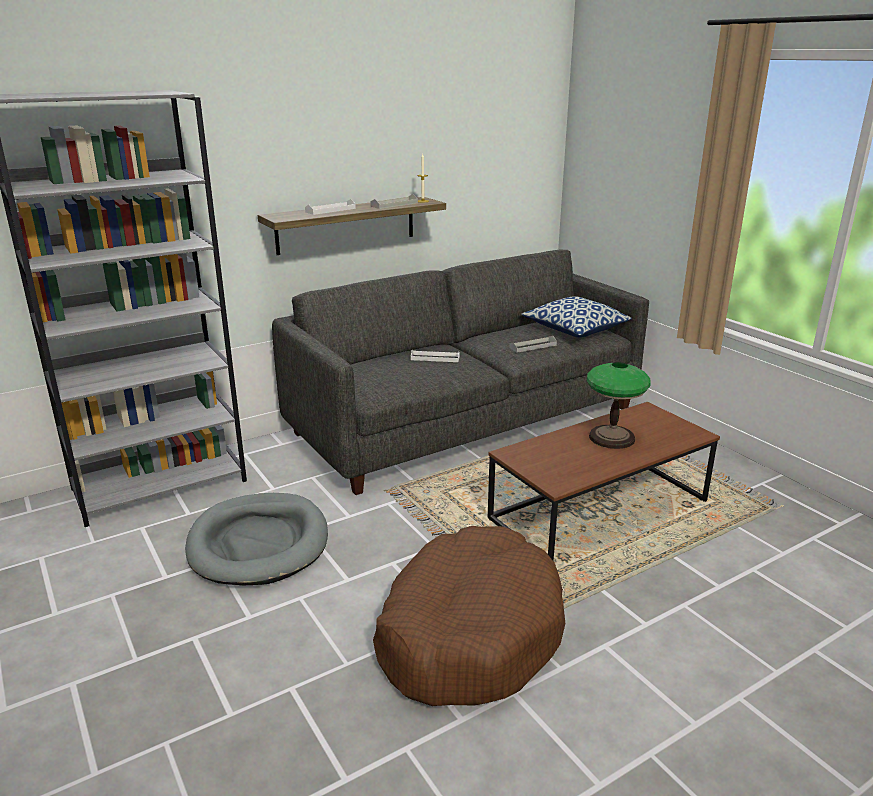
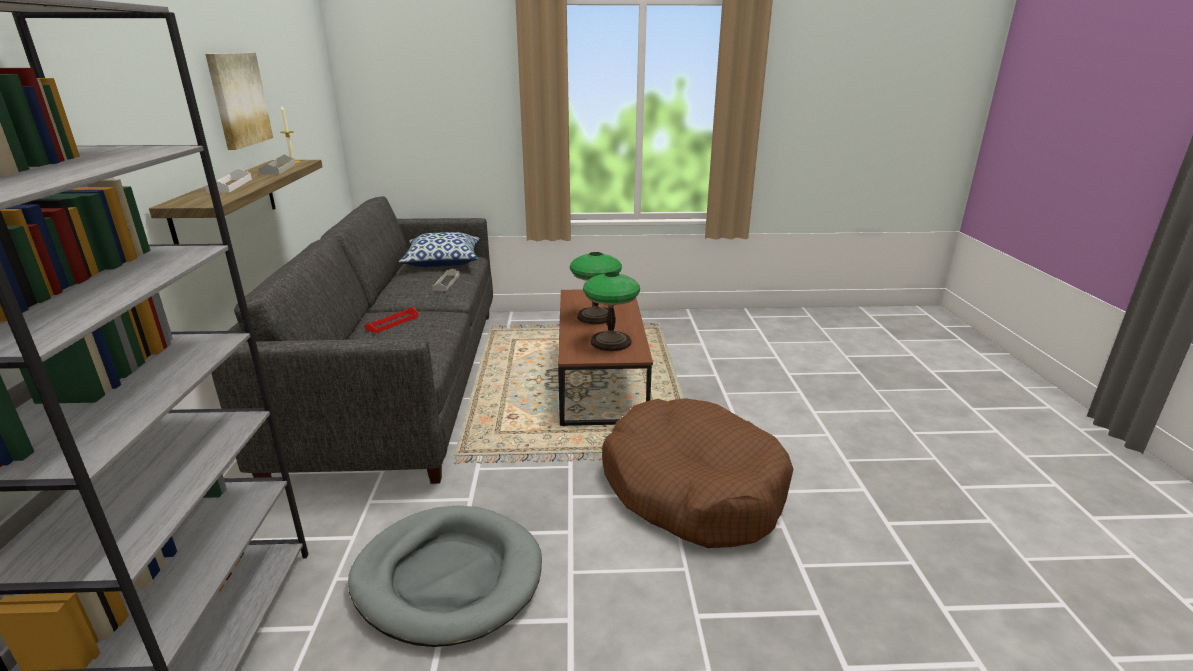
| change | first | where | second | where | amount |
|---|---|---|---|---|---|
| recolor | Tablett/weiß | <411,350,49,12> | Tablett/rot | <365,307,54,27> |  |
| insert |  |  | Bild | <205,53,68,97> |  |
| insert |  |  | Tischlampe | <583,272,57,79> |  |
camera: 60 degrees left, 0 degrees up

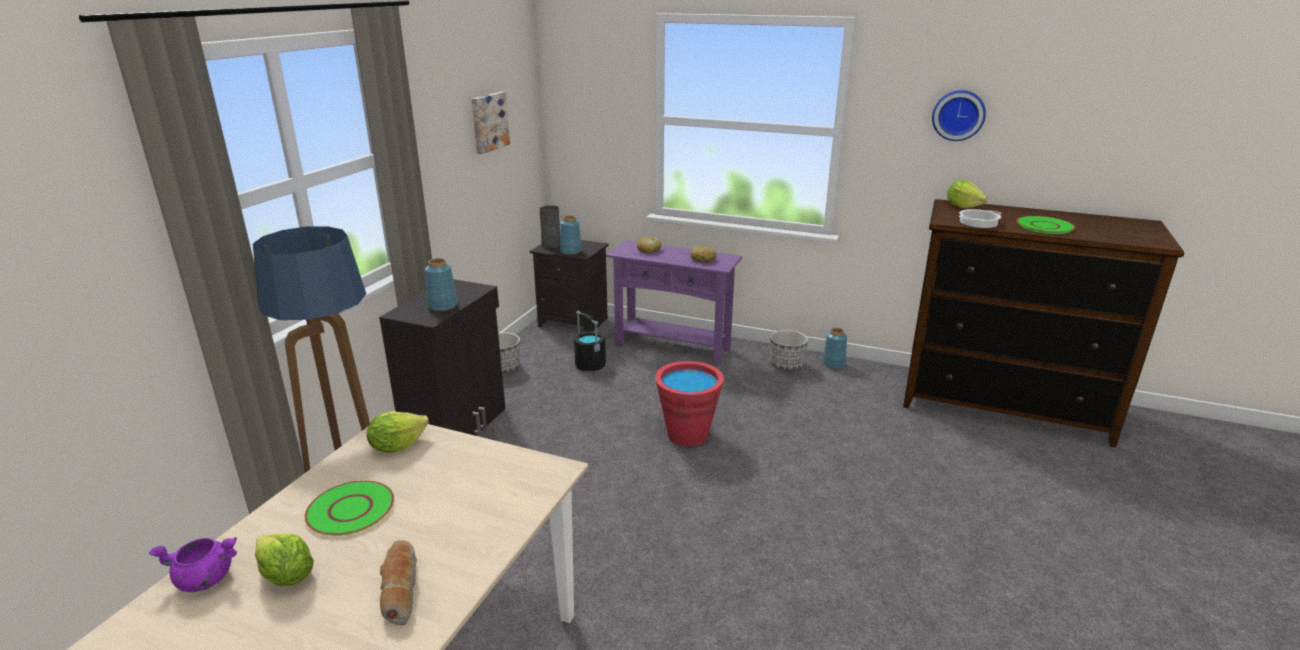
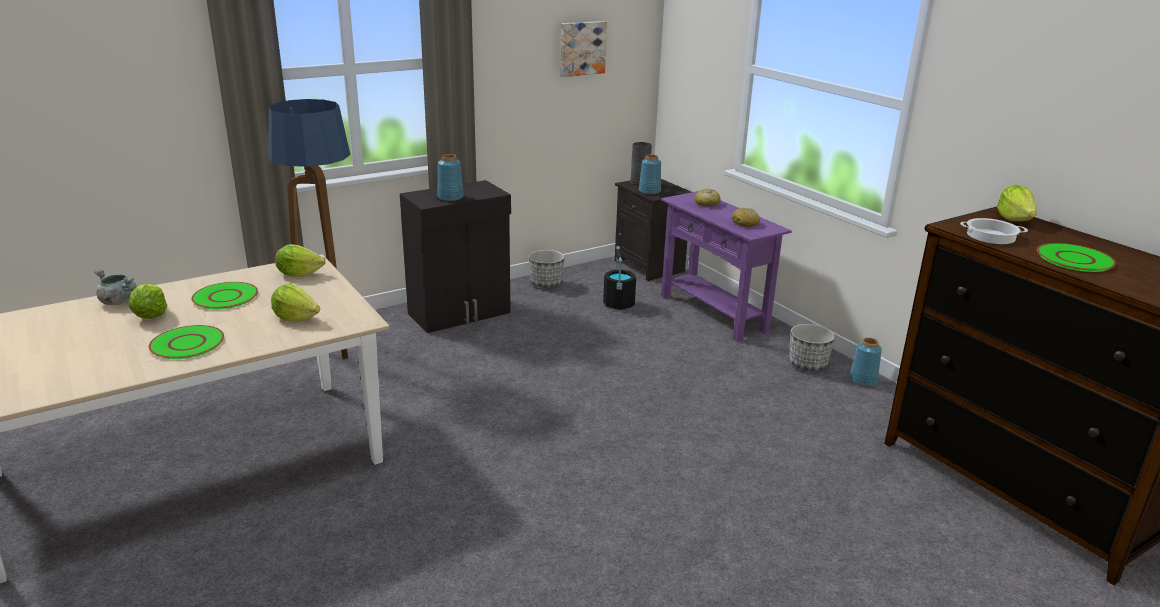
| change | first | where | second | where | amount |
|---|---|---|---|---|---|
| recolor | Kochtopf/lila | <149,537,88,55> | Kochtopf/grau | <94,269,43,36> |  |
| replace | Brot | <380,540,37,85> | Teller/grün | <149,325,75,34> |  |
| delete | Eimer/rot | <655,361,69,85> |  |  |  |
| delete | Wanduhr | <932,90,54,51> |  |  |  |
| insert |  |  | Salatkopf | <271,284,49,38> |  |
camera: 35 degrees right, 0 degrees up

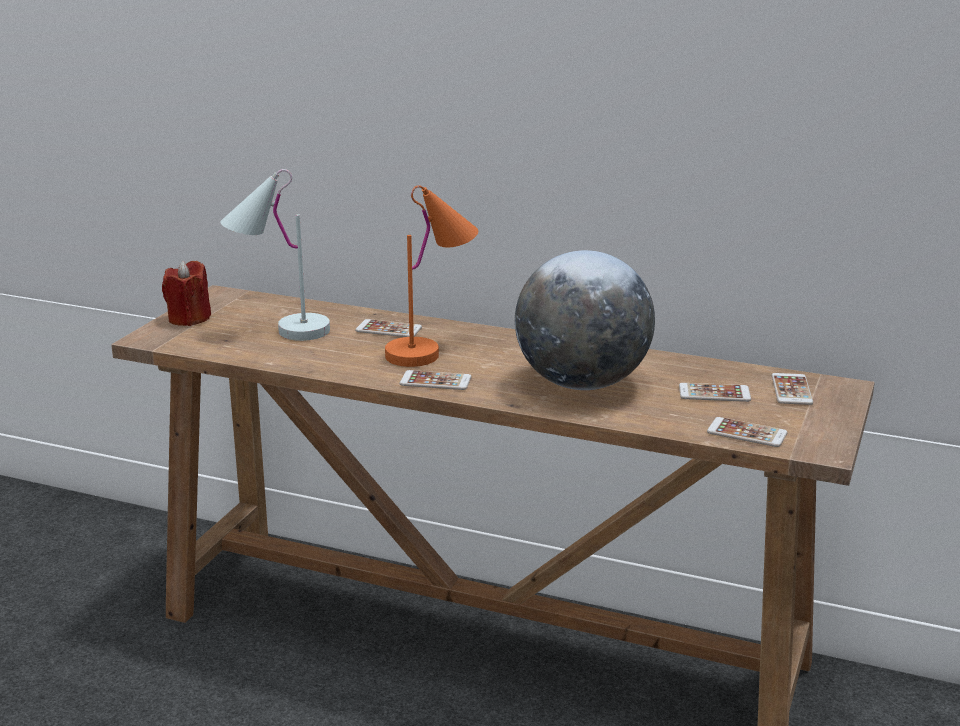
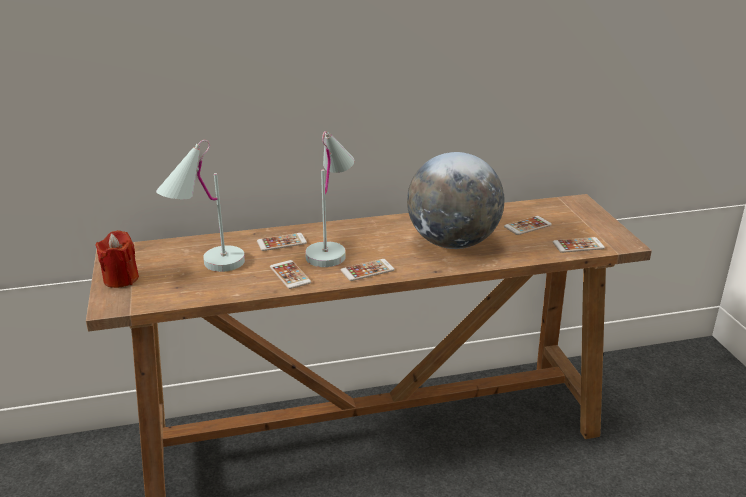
| change | first | where | second | where | amount |
|---|---|---|---|---|---|
| recolor | Tischlampe/orange | <385,185,93,182> | Tischlampe/weiß | <305,131,49,136> |  |
| move | Handy | <772,373,41,32> |  | <270,260,41,29> |  |
camera: 35 degrees left, 5 degrees up

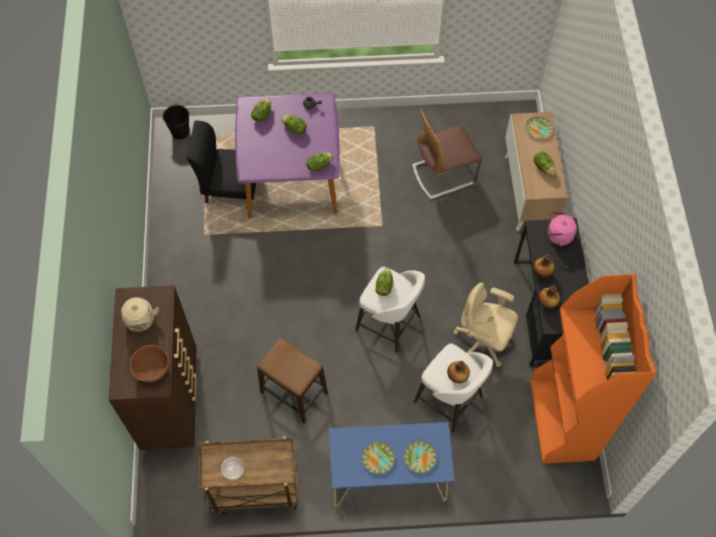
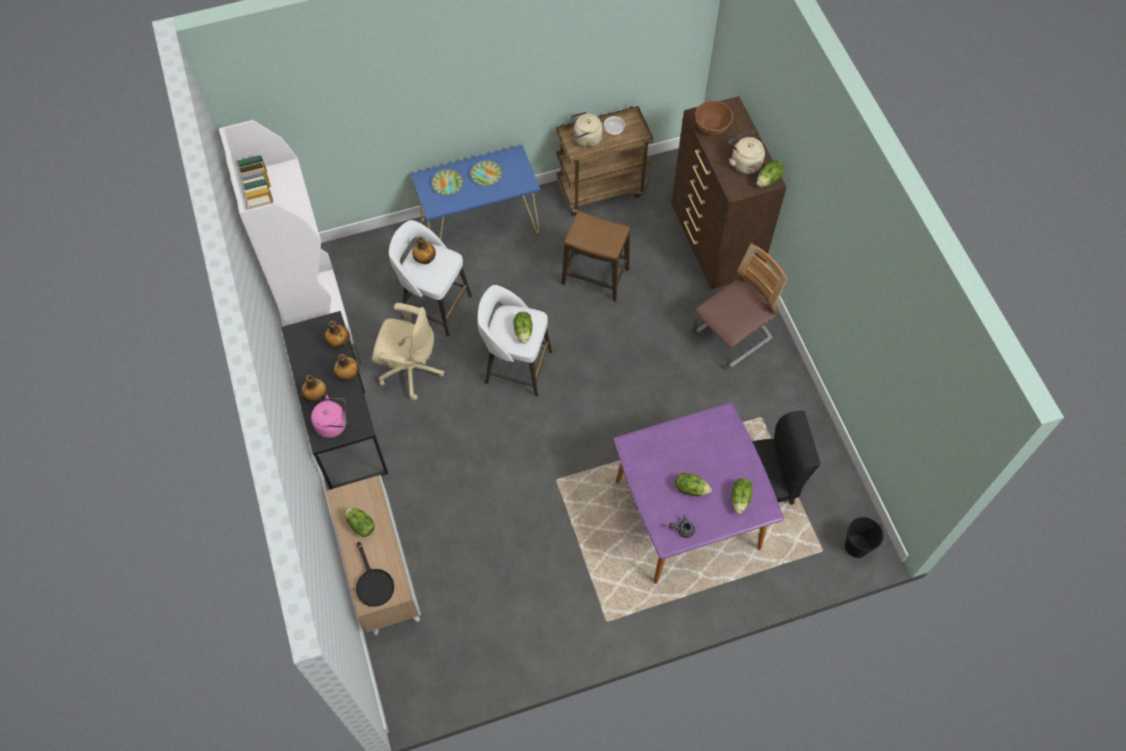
| change | first | where | second | where | amount |
|---|---|---|---|---|---|
| move | Salatkopf | <306,152,27,20> |  | <757,160,28,27> |  |
| move | Stuhl | <412,109,70,90> |  | <693,243,95,125> |  |
| replace | Teller | <525,116,28,23> | Pfanne/schwarz | <356,542,38,65> |  |
| recolor | Bücherregal/orange | <530,274,127,190> | Bücherregal/weiß | <219,120,135,224> |  |
| insert |  |  | Flasche | <301,375,26,28> |  |
| insert |  |  | Wasserkessel/beige | <570,112,33,36> |  |
camera: 165 degrees right, 0 degrees up

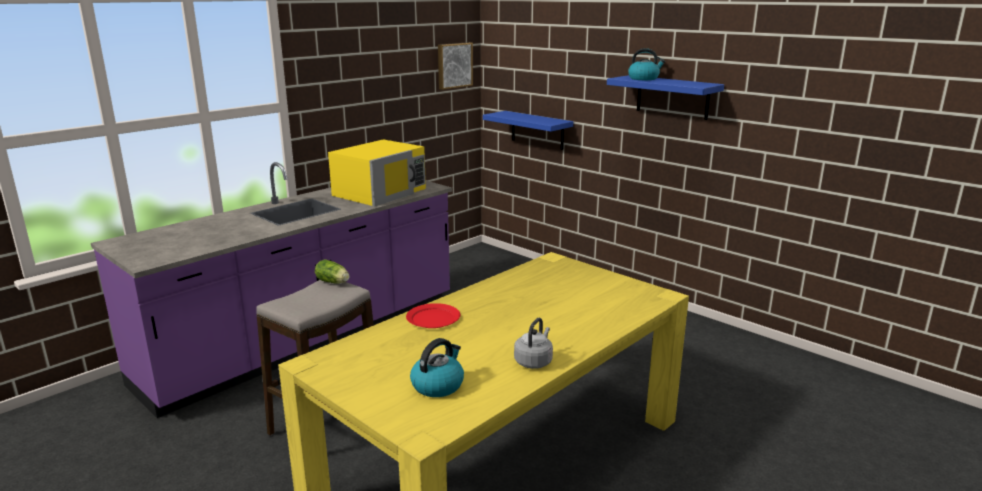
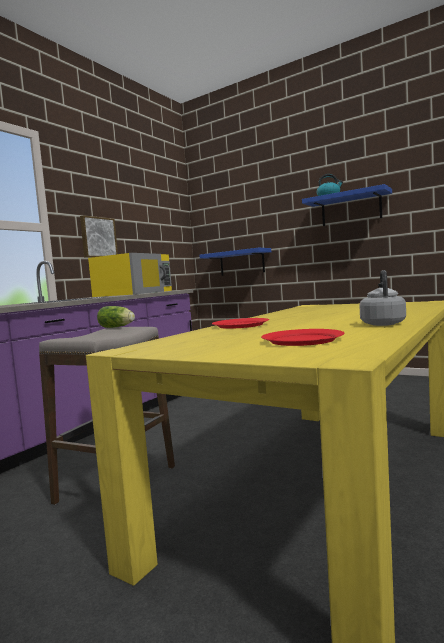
| change | first | where | second | where | amount |
|---|---|---|---|---|---|
| replace | Wasserkessel | <410,338,54,59> | Teller/rot | <261,329,83,17> |  |
| move | Bild | <438,42,35,48> |  | <80,215,38,43> |  |
camera: 10 degrees left, 15 degrees down

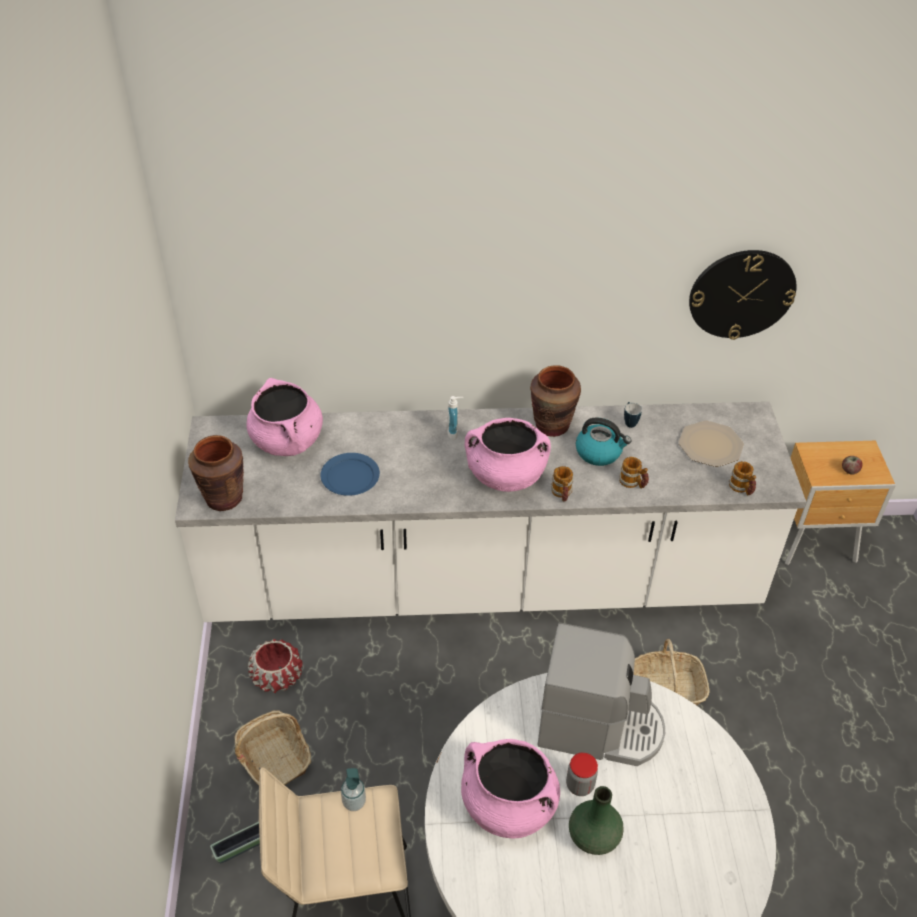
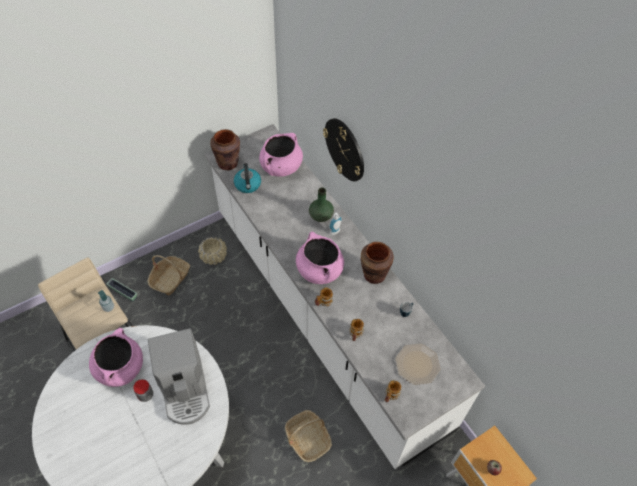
| change | first | where | second | where | amount |
|---|---|---|---|---|---|
| recolor | Pflanzkübel/rot | <248,639,54,54> | Pflanzkübel/beige | <198,237,29,28> |  |
| delete | Teller/blau | <320,453,60,43> |  |  |  |
| move | Vase/grün | <569,786,55,69> |  | <309,188,25,34> |  |
| move | Wasserkessel | <576,417,55,49> |  | <234,163,27,30> |  |
| move | Wanduhr | <689,250,108,90> |  | <323,118,41,63> |  |
camera: 60 degrees right, 10 degrees up

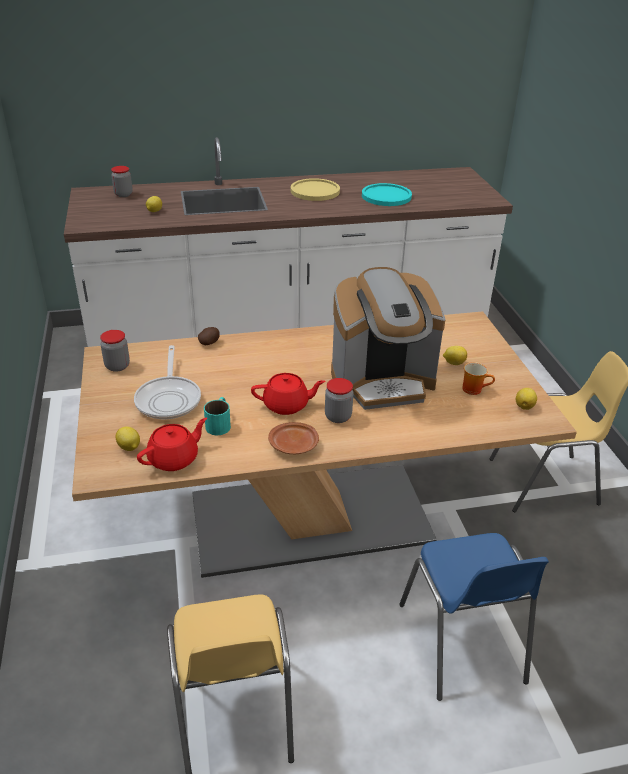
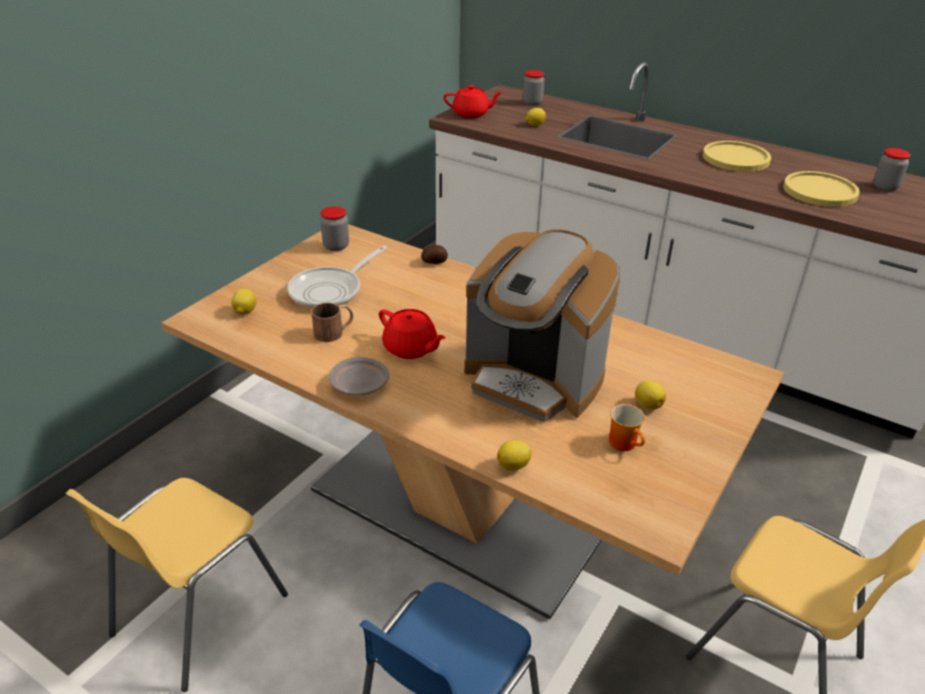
| change | first | where | second | where | amount |
|---|---|---|---|---|---|
| move | Teekanne/rot | <137,418,70,53> |  | <443,85,59,33> |  |
| recolor | Henkelbecher/türkis | <204,397,27,38> | Henkelbecher/braun | <311,303,42,39> |  |
| recolor | Teller/braun | <268,422,51,32> | Teller/grau | <330,357,59,38> |  |
| move | Vorratsglas | <325,378,28,45> |  | <873,148,38,43> |  |
| recolor | Teller/türkis | <362,183,50,23> | Teller/gelb | <783,171,77,36> |  |
| move | Zitrone | <516,388,21,22> |  | <497,440,34,31> |  |
camera: 45 degrees right, 0 degrees up

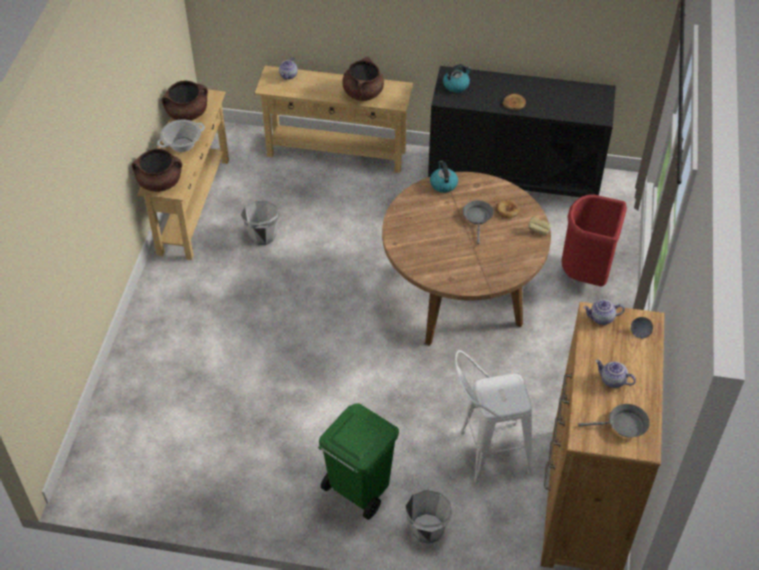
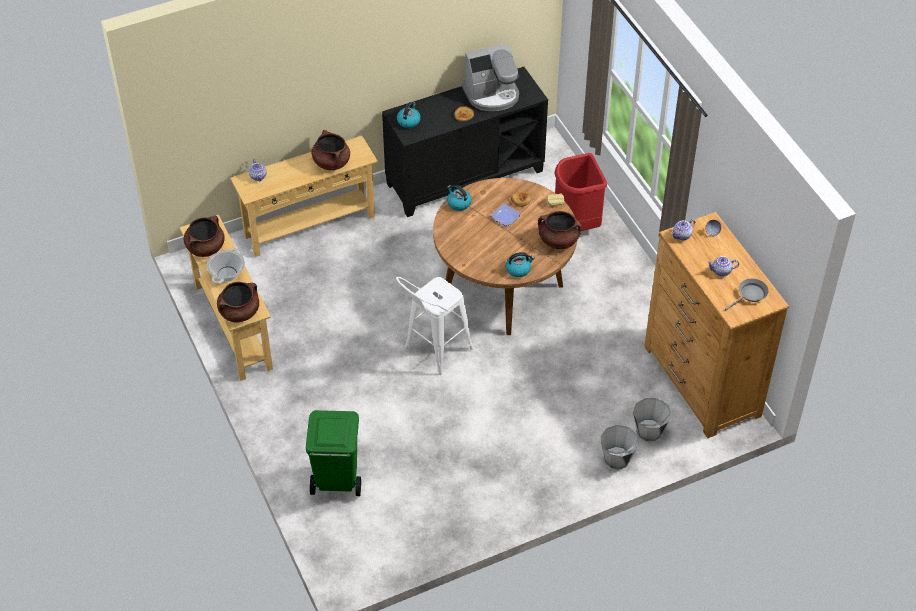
| change | first | where | second | where | amount |
|---|---|---|---|---|---|
| move | Eimer/grau | <241,201,39,44> |  | <633,398,38,43> |  |
| move | Mülleimer/grün | <318,403,81,117> |  | <306,410,55,86> |  |
| move | Hocker/weiß | <454,350,78,133> |  | <396,276,77,99> |  |
| replace | Pfanne/grau | <463,200,30,44> | Teller | <490,204,31,22> |  |
| insert |  |  | Kaffeemaschine | <462,43,57,68> |  |
| insert |  |  | Wasserkessel | <506,252,29,25> |  |
| insert |  |  | Kochtopf/braun | <538,211,43,38> |  |
camera: 35 degrees left, 0 degrees up

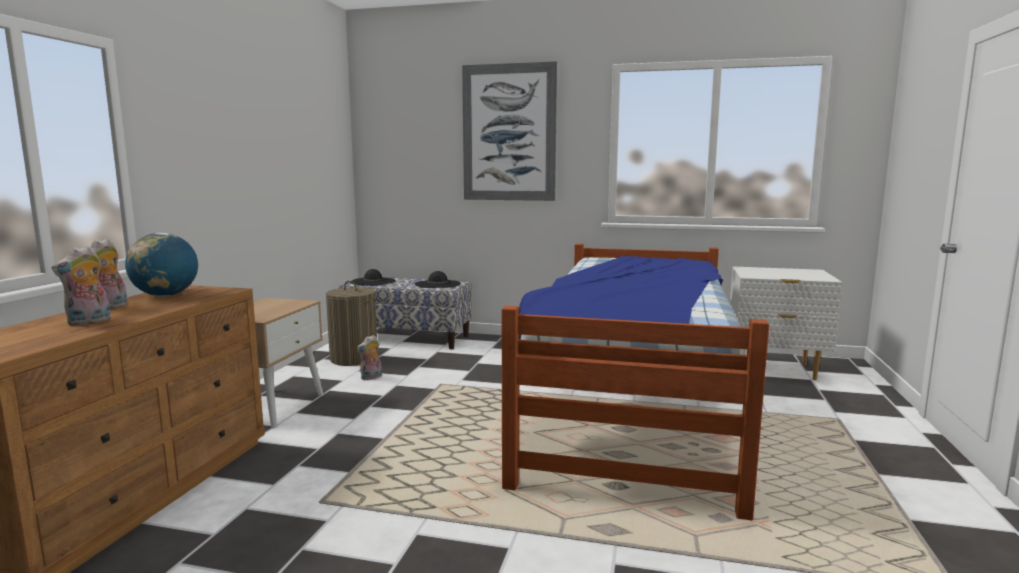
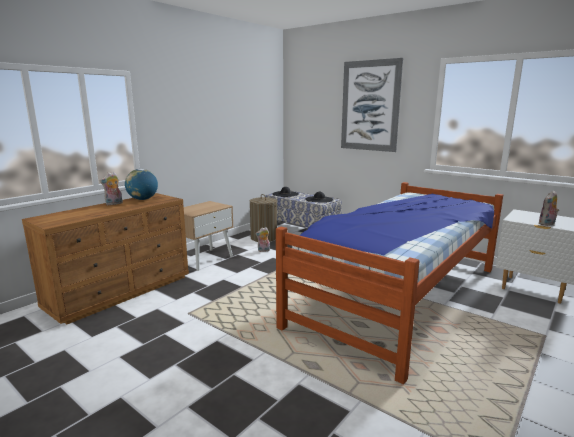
| change | first | where | second | where | amount |
|---|---|---|---|---|---|
| move | Plüschtier | <51,246,60,80> |  | <538,190,21,36> |  |
camera: 25 degrees right, 5 degrees up

